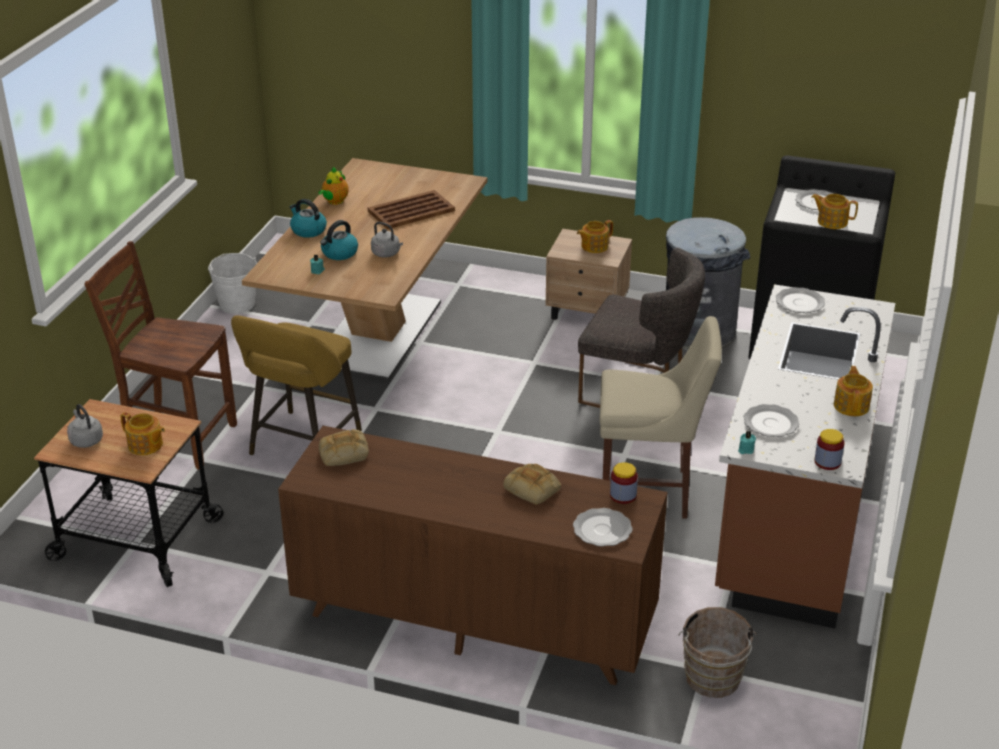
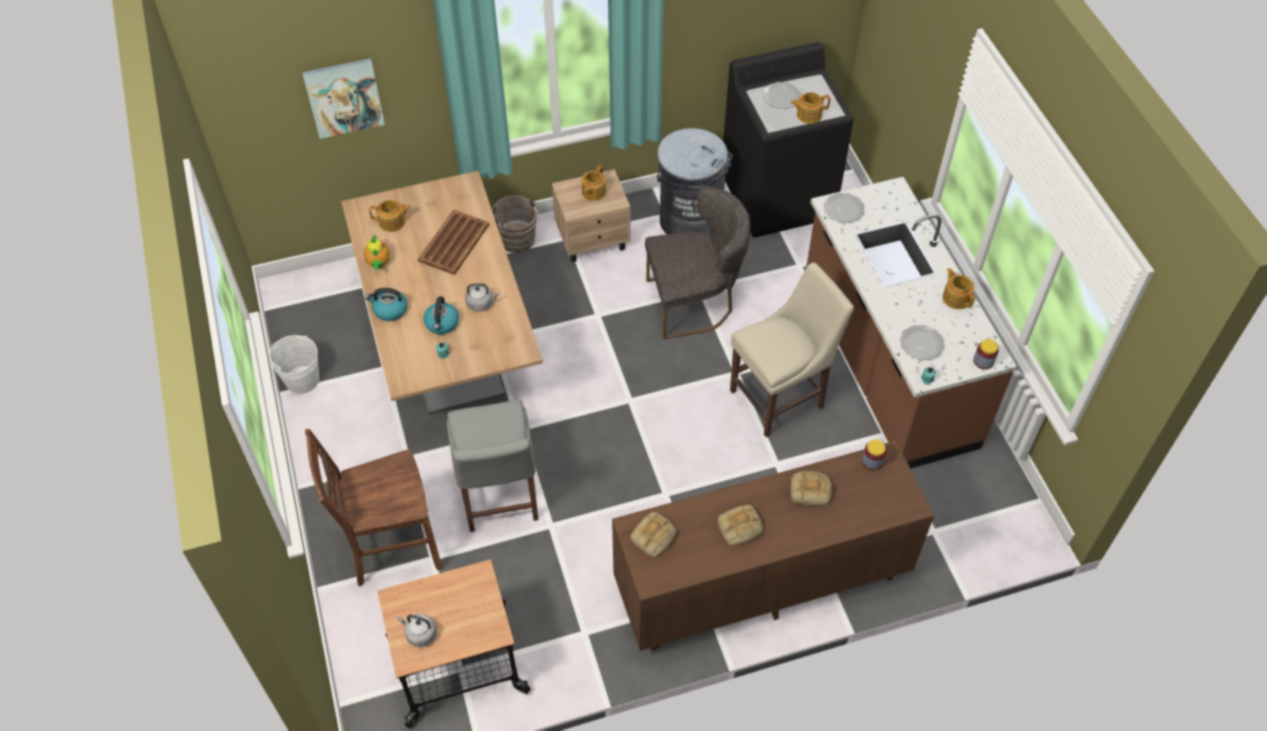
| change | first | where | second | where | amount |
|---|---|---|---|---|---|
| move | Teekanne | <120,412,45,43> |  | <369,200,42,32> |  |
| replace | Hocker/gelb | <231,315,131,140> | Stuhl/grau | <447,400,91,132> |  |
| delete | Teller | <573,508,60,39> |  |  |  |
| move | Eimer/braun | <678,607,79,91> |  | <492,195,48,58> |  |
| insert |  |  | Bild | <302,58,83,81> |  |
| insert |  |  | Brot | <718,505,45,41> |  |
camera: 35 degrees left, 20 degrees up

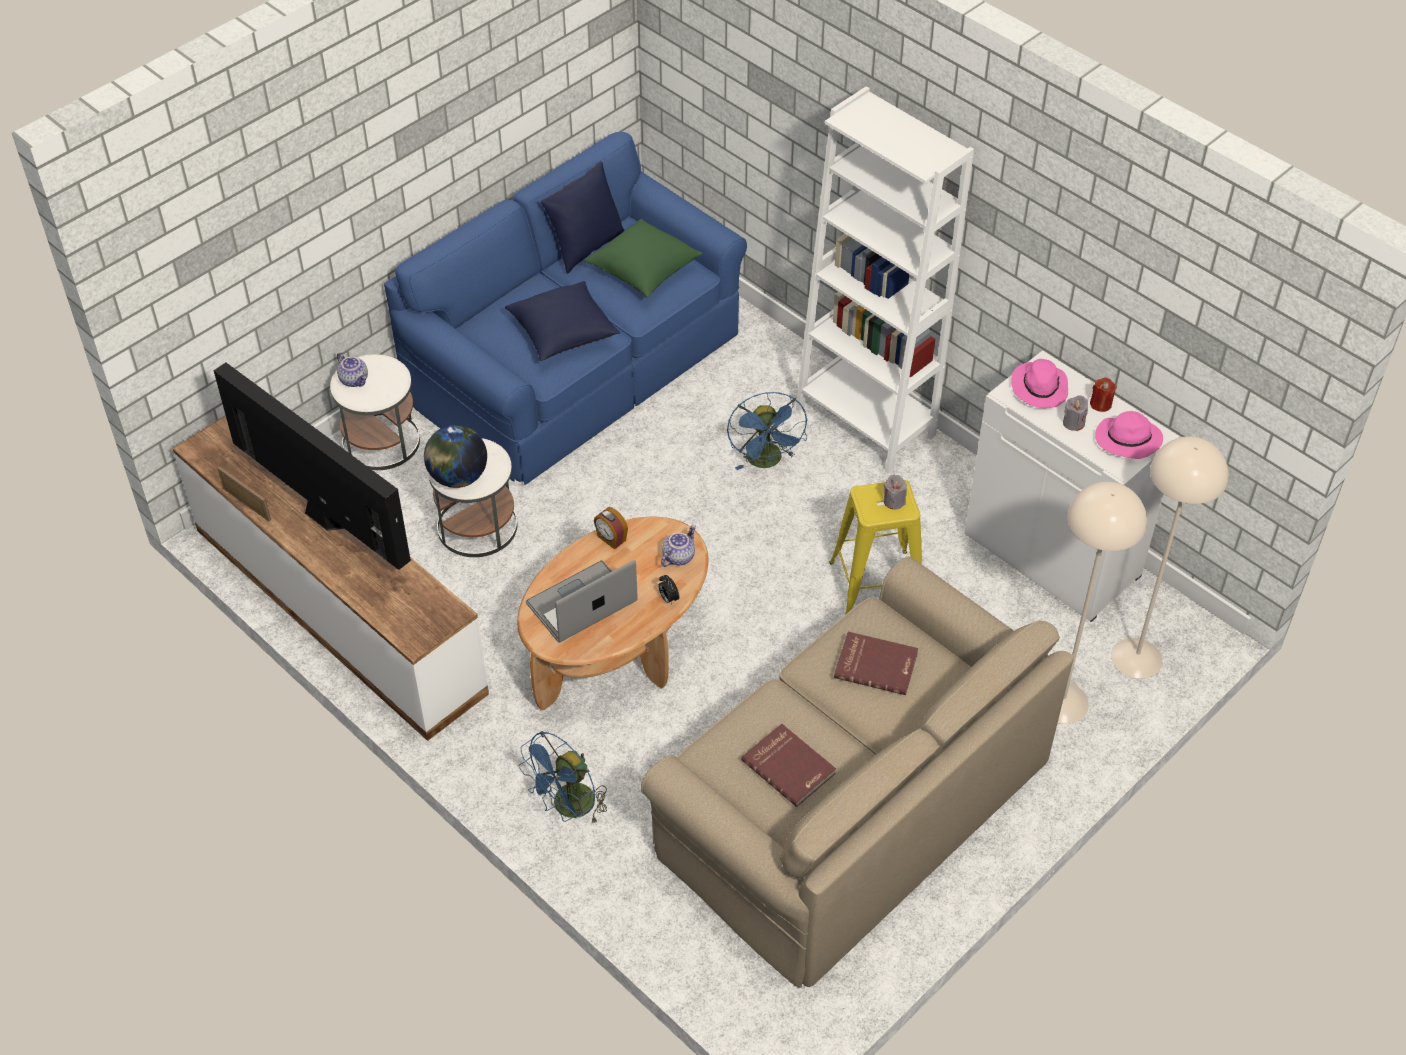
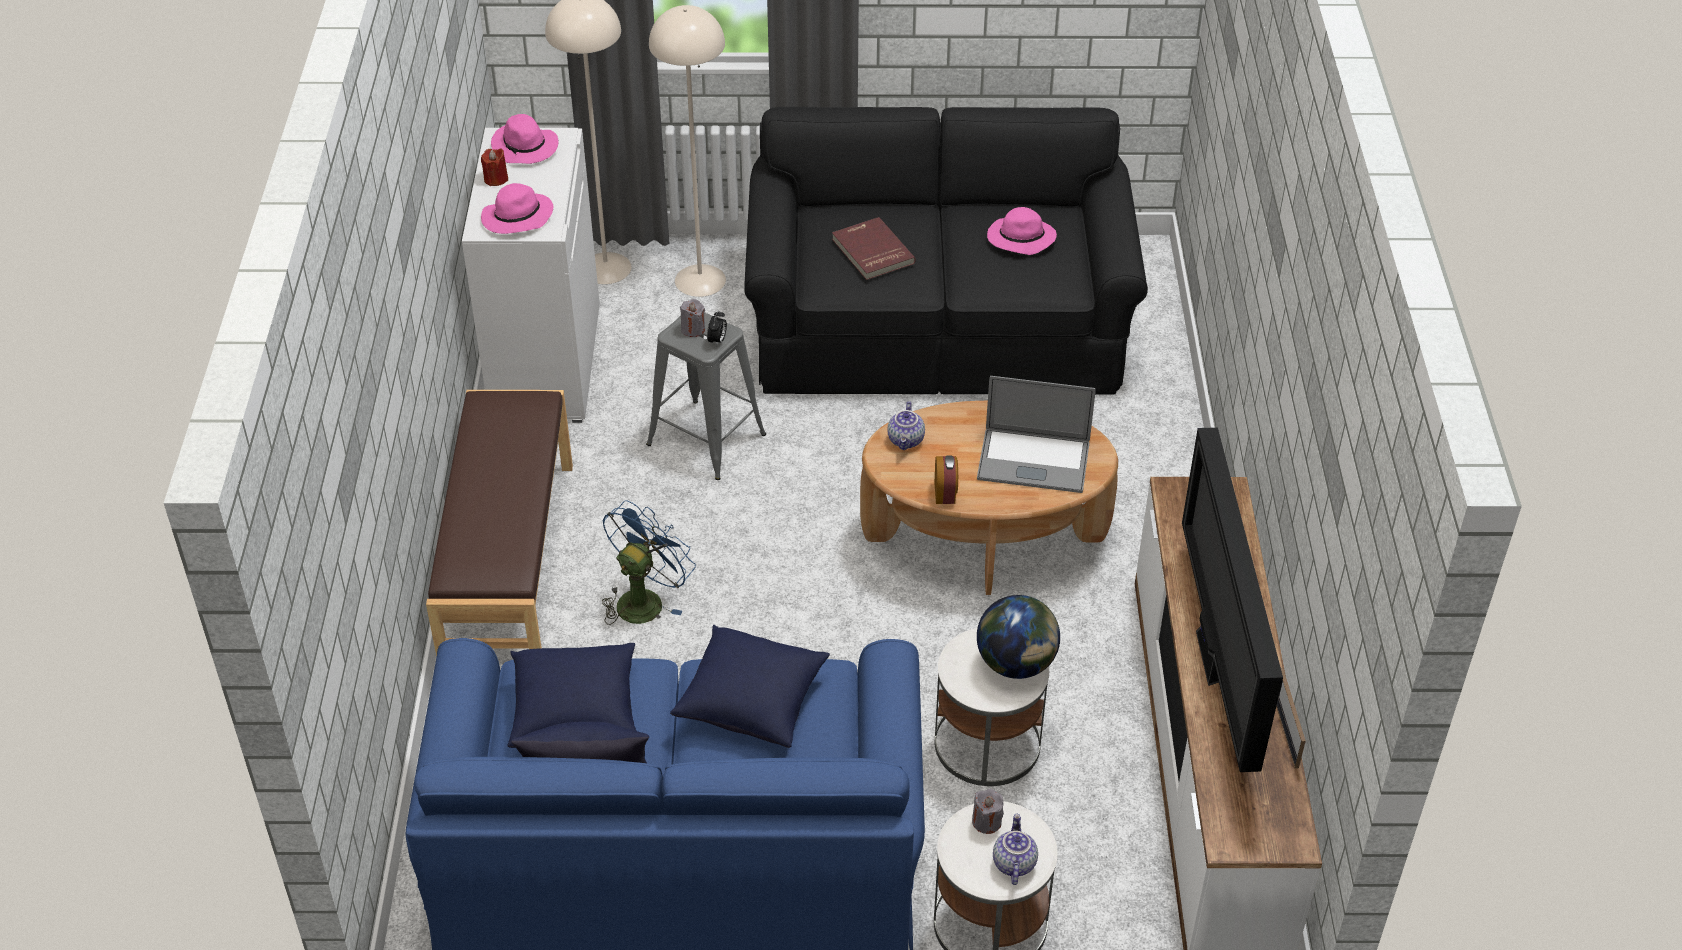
| change | first | where | second | where | amount |
|---|---|---|---|---|---|
| delete | Ventilator/blau | <519,731,88,92> |  |  |  |
| recolor | Kissen/grün | <584,219,119,79> | Kissen/blau | <507,643,129,105> |  |
| recolor | Sofa/beige | <641,556,433,432> | Sofa/schwarz | <744,107,404,288> |  |
| move | Wecker | <658,575,21,30> |  | <707,310,20,36> |  |
| rotate | Teekanne | <661,525,35,42> |  | <887,401,38,49> | 75 degrees counterclockwise |
| replace | Buch/rot | <741,724,95,83> | Hut/rosa | <987,207,70,48> |  |
| replace | Bücherregal/weiß | <796,87,178,386> | Bank/braun | <426,390,147,266> |  |
| recolor | Hocker/gelb | <829,480,93,135> | Hocker/grau | <646,313,120,167> |  |
| move | Kerze/grau | <1063,395,25,36> |  | <972,789,32,45> |  |
camera: 135 degrees left, 5 degrees down

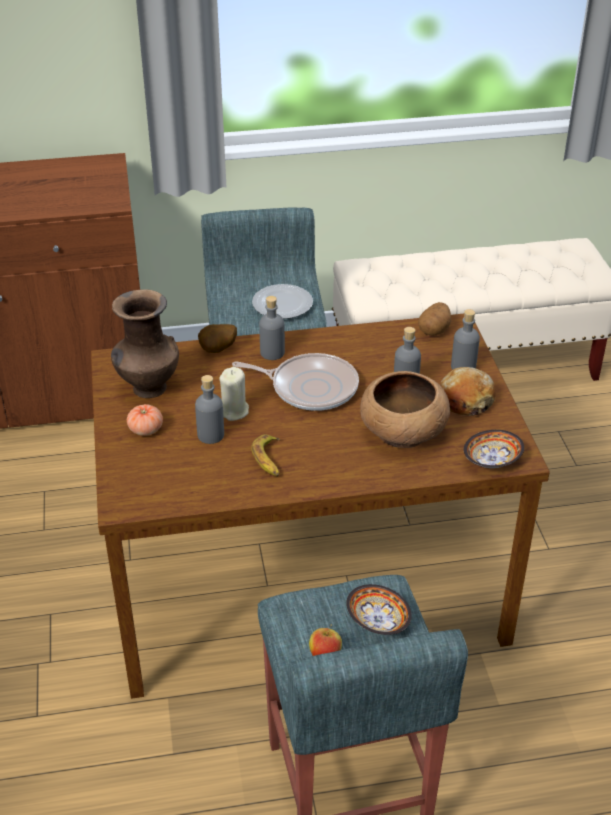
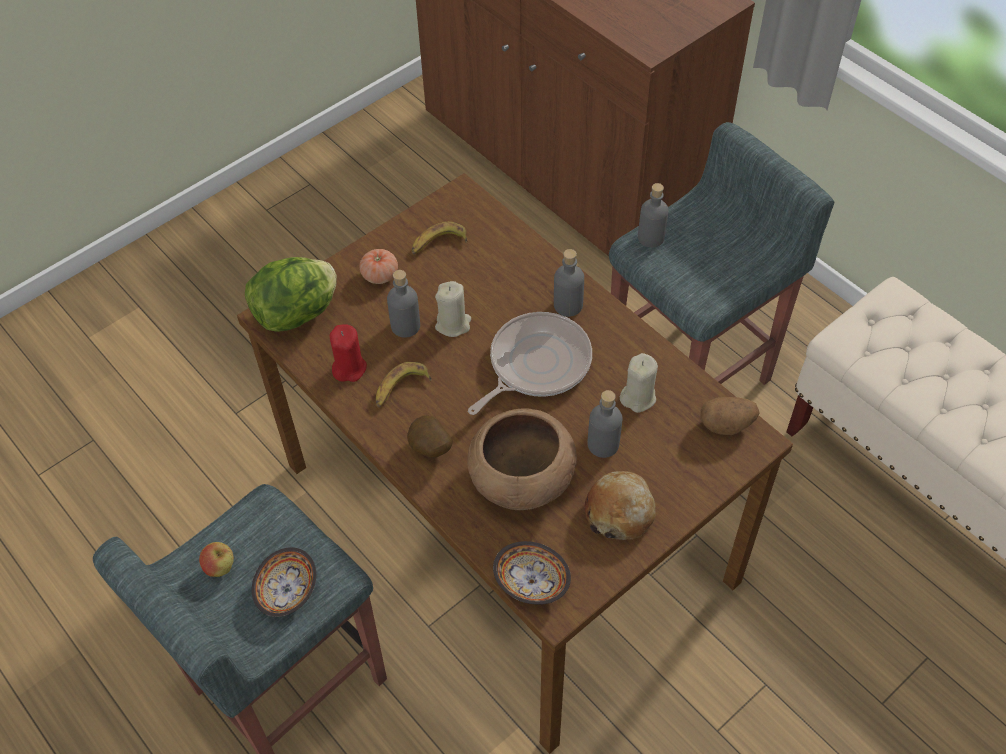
| change | first | where | second | where | amount |
|---|---|---|---|---|---|
| replace | Vase/braun | <111,289,68,109> | Banane | <412,221,55,33> |  |
| move | Kartoffel | <198,324,39,29> |  | <407,415,46,43> |  |
| rotate | Pfanne | <232,353,127,58> |  | <468,312,124,103> | 120 degrees counterclockwise |
| delete | Teller | <252,284,61,35> |  |  |  |
| move | Flasche/grau | <451,309,29,61> |  | <638,183,31,65> |  |
| insert |  |  | Salatkopf | <245,257,92,75> |  |
| insert |  |  | Kerze/rot | <330,324,37,58> |  |
| insert |  |  | Kerze/beige | <620,353,38,60> |  |
camera: 60 degrees right, 15 degrees up

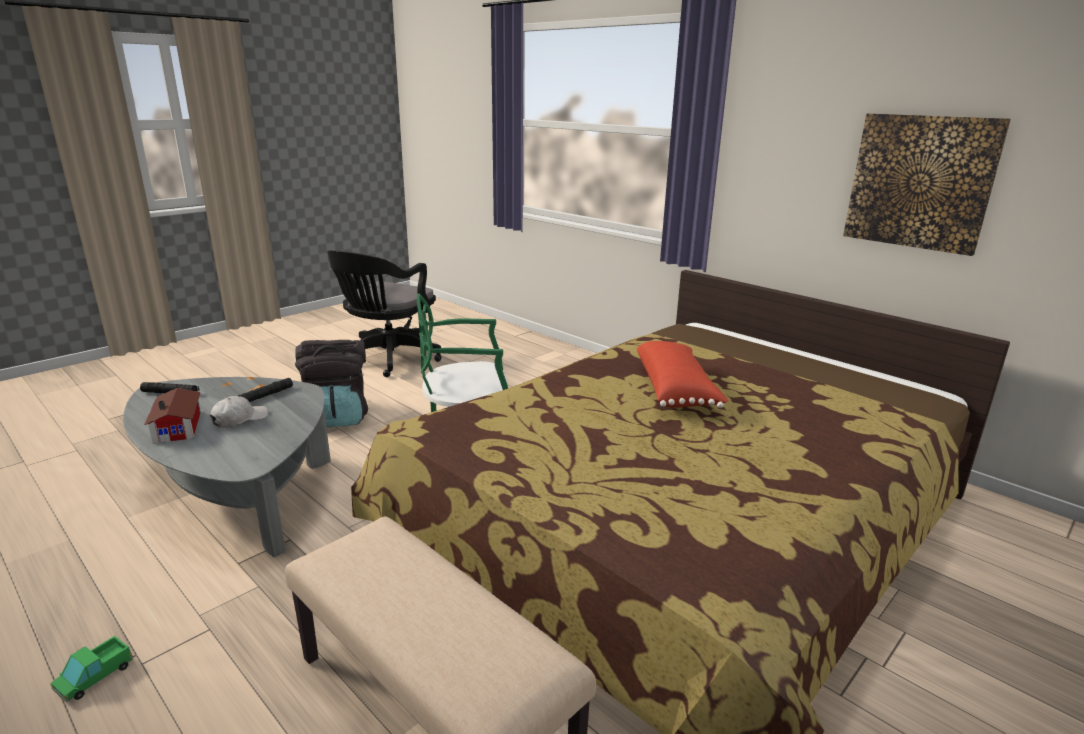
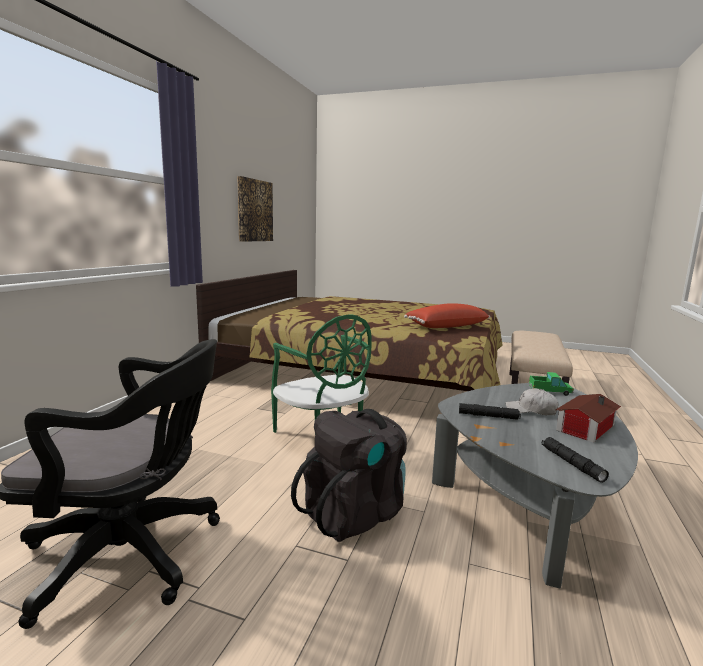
| change | first | where | second | where | amount |
|---|---|---|---|---|---|
| move | Spielzeuglaster | <50,636,83,67> |  | <528,372,46,24> |  |
| move | Kissen/rot | <637,341,91,67> |  | <404,303,86,25> |  |
camera: 115 degrees left, 10 degrees down

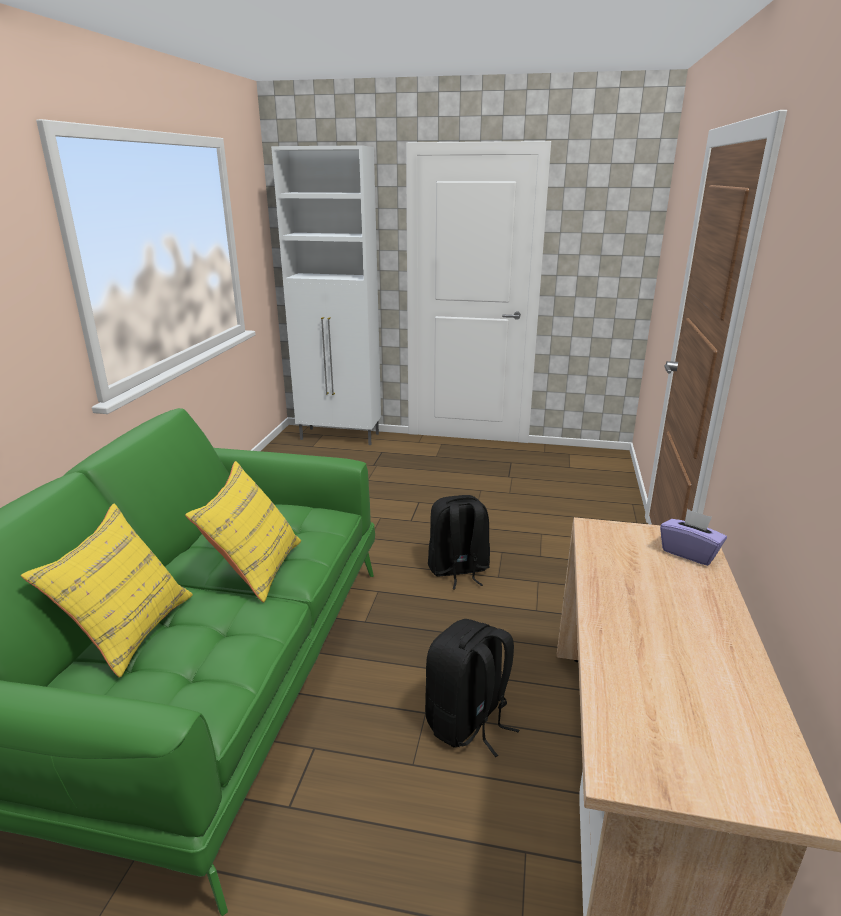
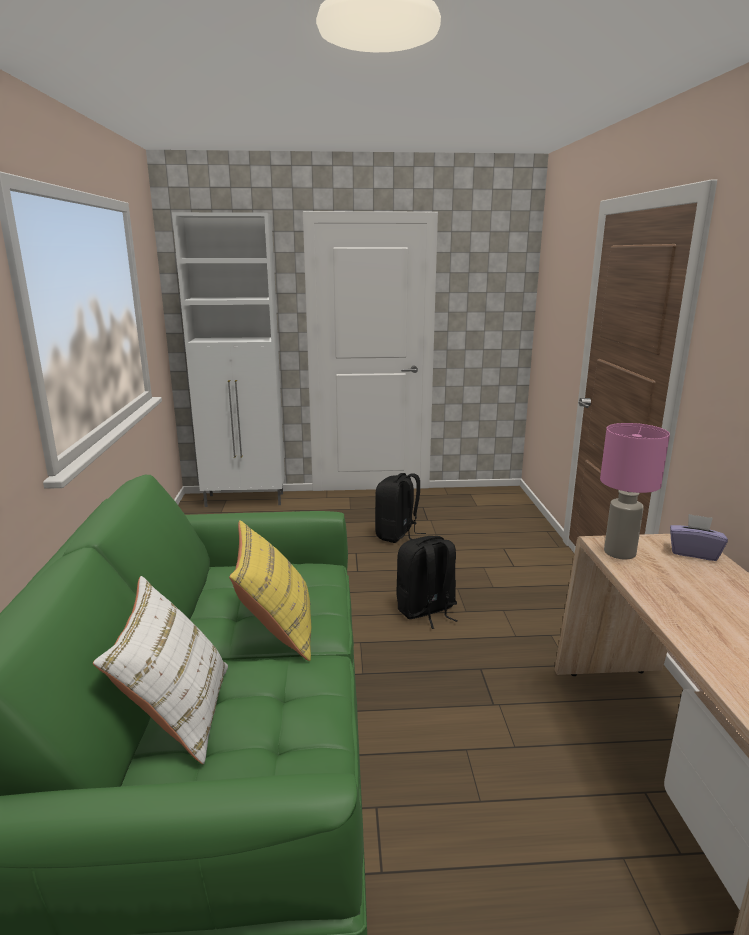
| change | first | where | second | where | amount |
|---|---|---|---|---|---|
| recolor | Kissen/gelb | <21,504,172,173> | Kissen/weiß | <93,576,135,188> |  |
| move | Rucksack/schwarz | <425,619,94,138> |  | <375,473,51,70> |  |
| insert |  |  | Tischlampe/rosa | <600,423,70,136> |  |
camera: 15 degrees left, 5 degrees down

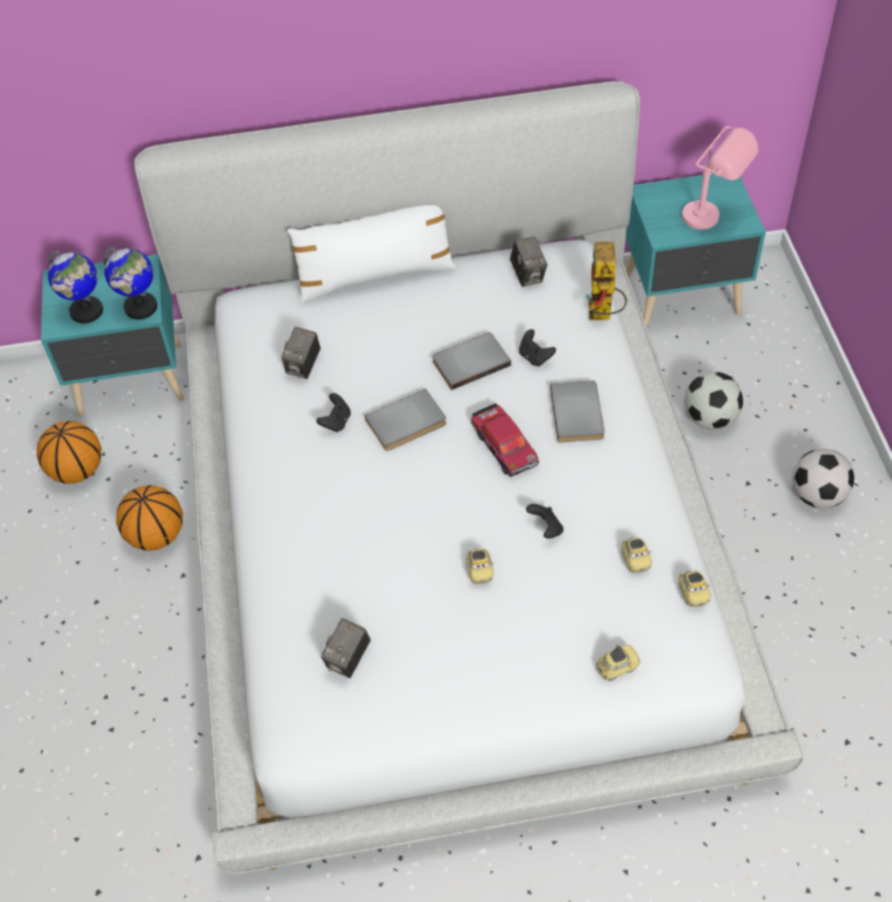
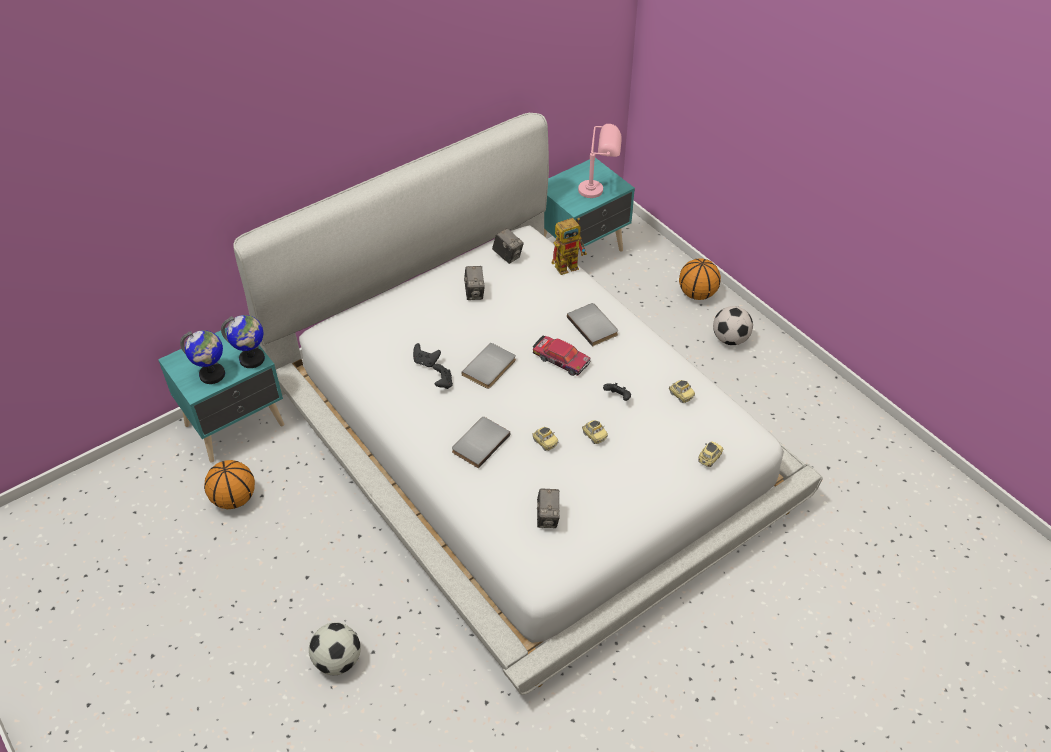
| change | first | where | second | where | amount |
|---|---|---|---|---|---|
| move | Basketball | <116,485,67,66> |  | <679,258,42,42> |  |
| move | Kamera | <282,327,39,52> |  | <464,266,21,34> |  |
| delete | Kissen/weiß | <287,205,169,99> |  |  |  |
| move | Buch/grau | <432,332,79,58> |  | <452,417,59,51> |  |
| move | Gamepad/schwarz | <519,329,37,38> |  | <413,343,28,24> |  |
| rotate | Spielzeugroboter | <585,242,42,78> |  | <552,218,35,57> | 90 degrees counterclockwise |
| move | Spielzeugauto | <679,571,32,36> |  | <532,427,26,24> |  |
| move | Fußball | <684,372,59,58> |  | <309,622,52,53> |  |
camera: 30 degrees left, 5 degrees down

